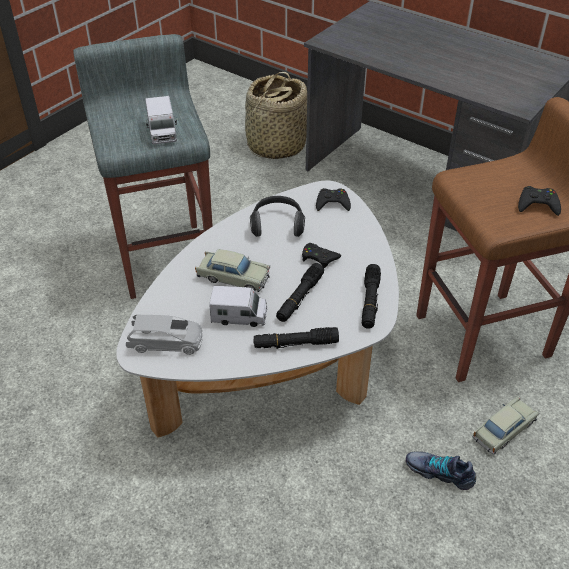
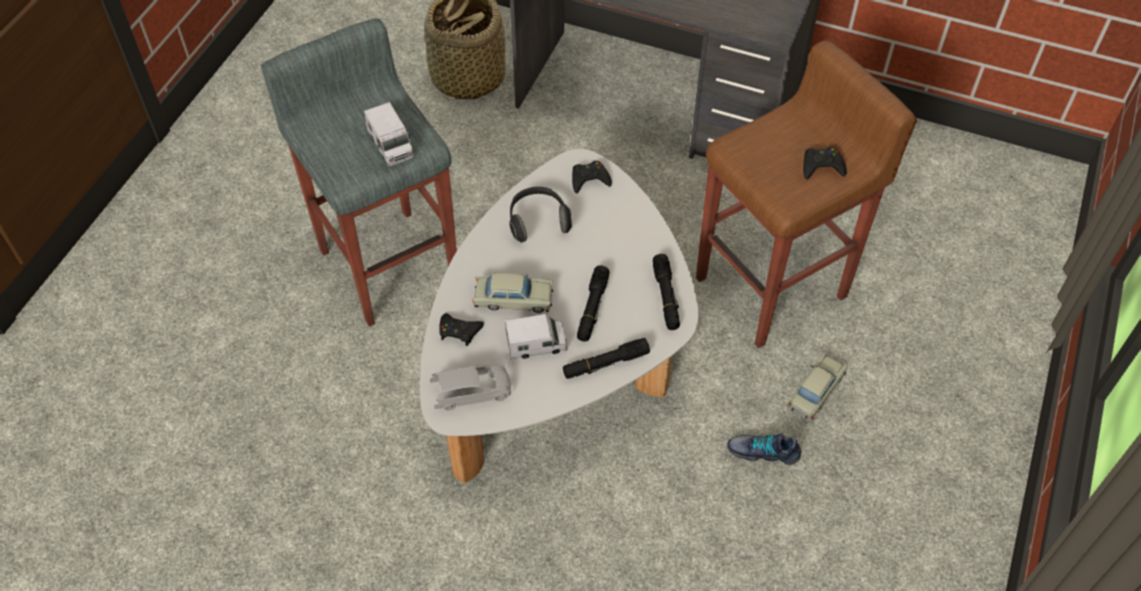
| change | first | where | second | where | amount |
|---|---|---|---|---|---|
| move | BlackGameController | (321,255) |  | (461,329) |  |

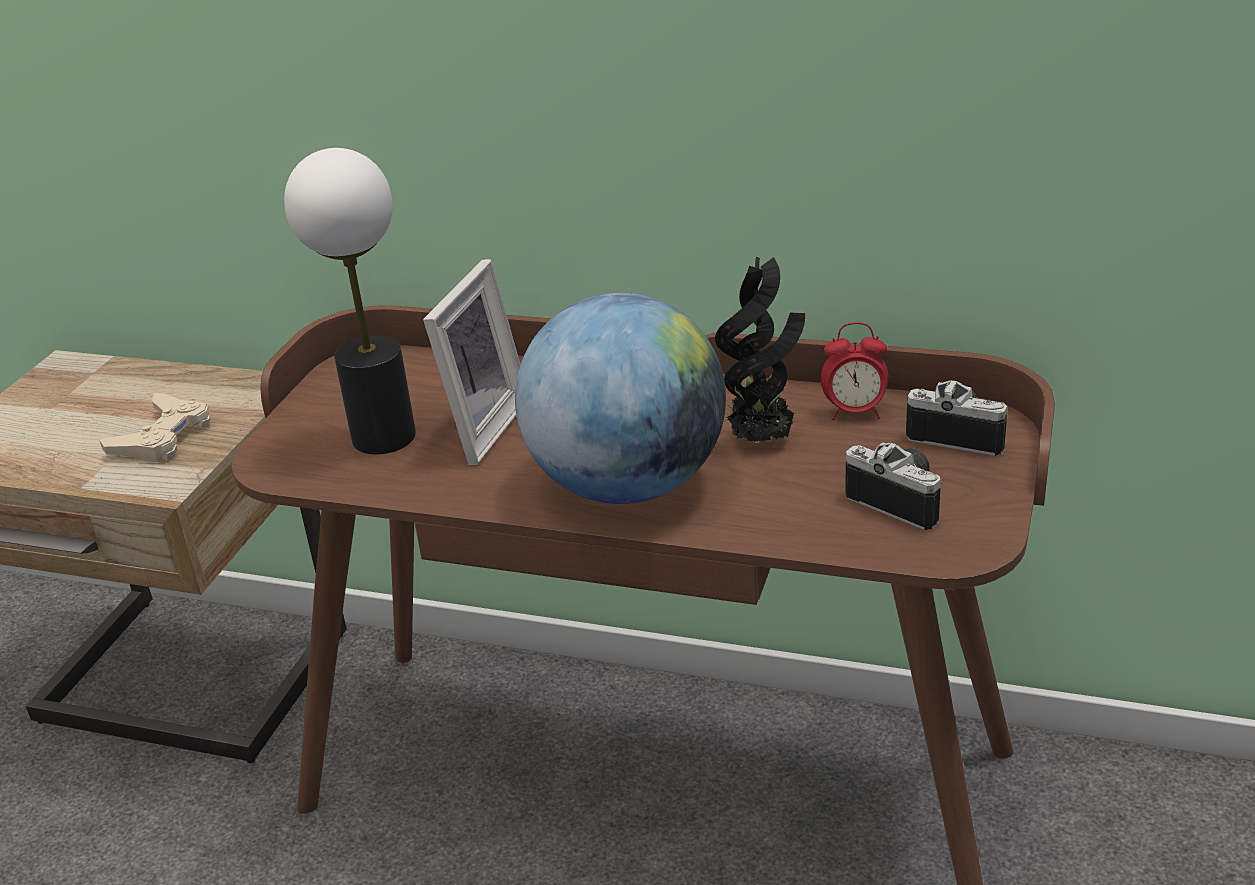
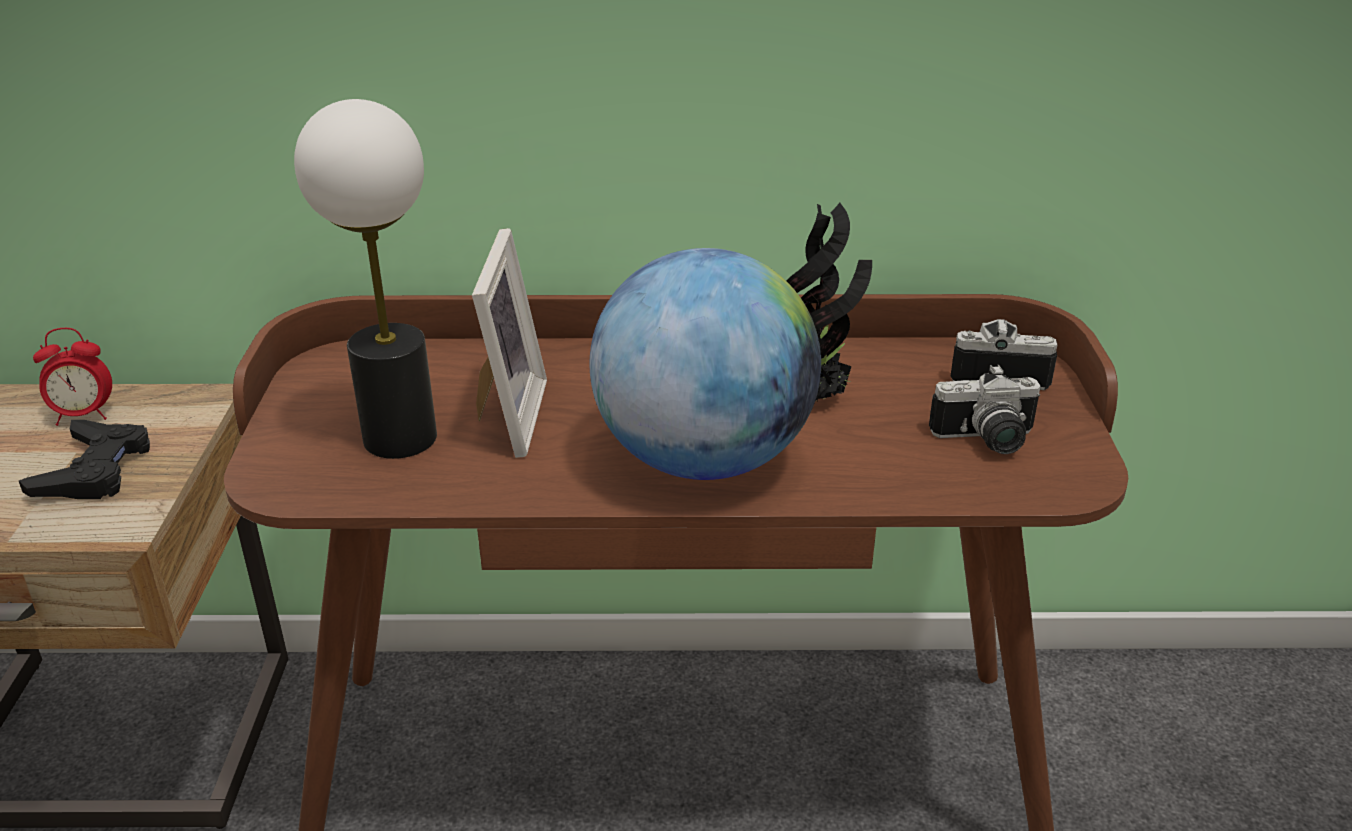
| change | first | where | second | where | amount |
|---|---|---|---|---|---|
| move | AlarmClock | (854,371) |  | (72,377) |  |
| recolor | BeigeGameController | (154,427) | BlackGameController | (84,459) |  |
| rotate | PhotoCamera | (893,486) |  | (985,409) | 150 degrees clockwise |

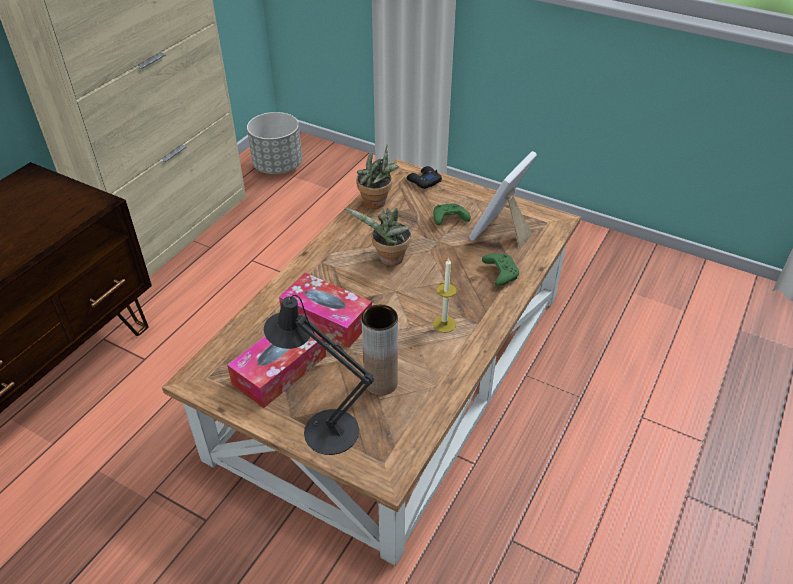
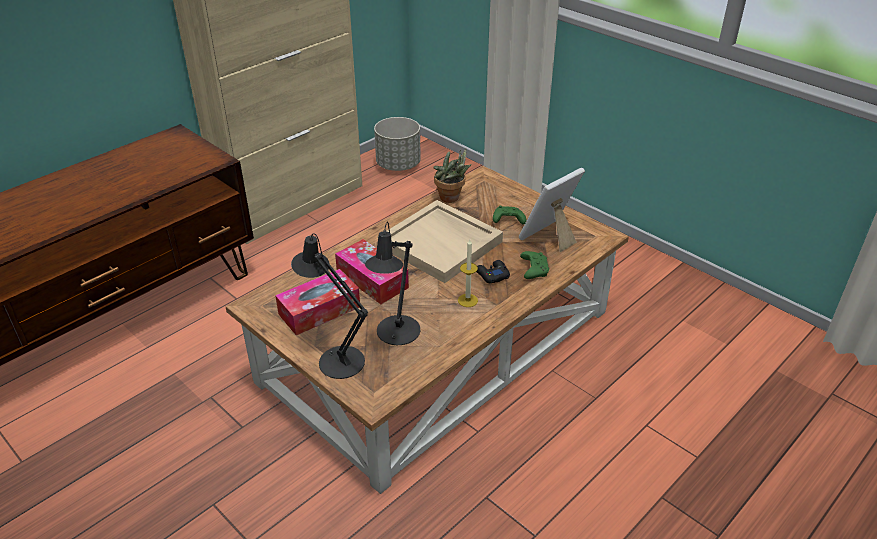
| change | first | where | second | where | amount |
|---|---|---|---|---|---|
| move | BlackGameController | (424,177) |  | (493,271) |  |
| replace | PottedPlant | (378,237) | BeigeTray | (444,241) |  |
| replace | BrownVase | (379,350) | BlackTableLamp | (392,283) |  |

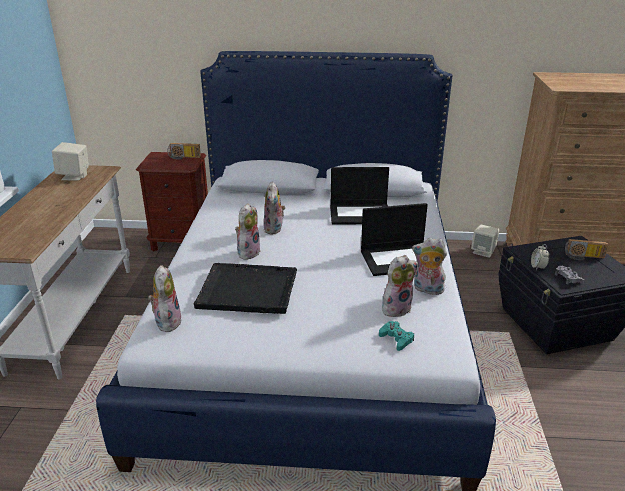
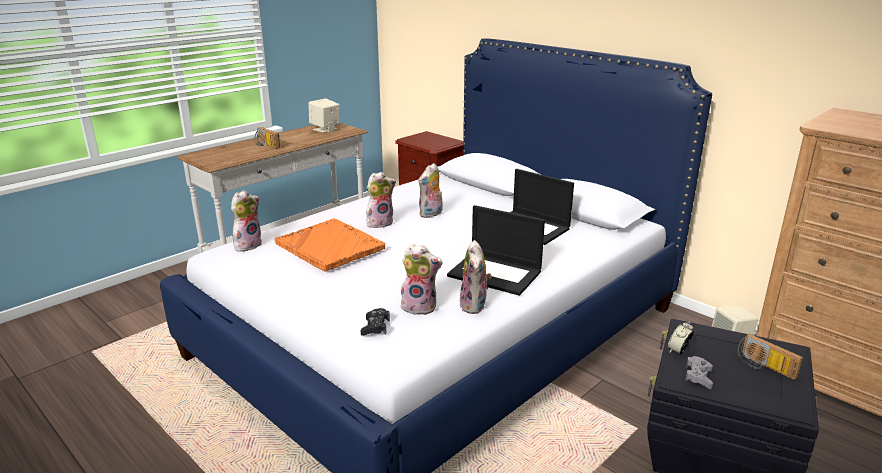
| change | first | where | second | where | amount |
|---|---|---|---|---|---|
| move | Radio | (184,151) |  | (267,138) |  |
| recolor | BlackTray | (245,288) | OrangeTray | (330,245) |  |
| recolor | TurquoiseGameController | (396,336) | BlackGameController | (375,322) |  |
| rotate | PlushToy | (429,266) |  | (475,277) | 150 degrees counterclockwise |

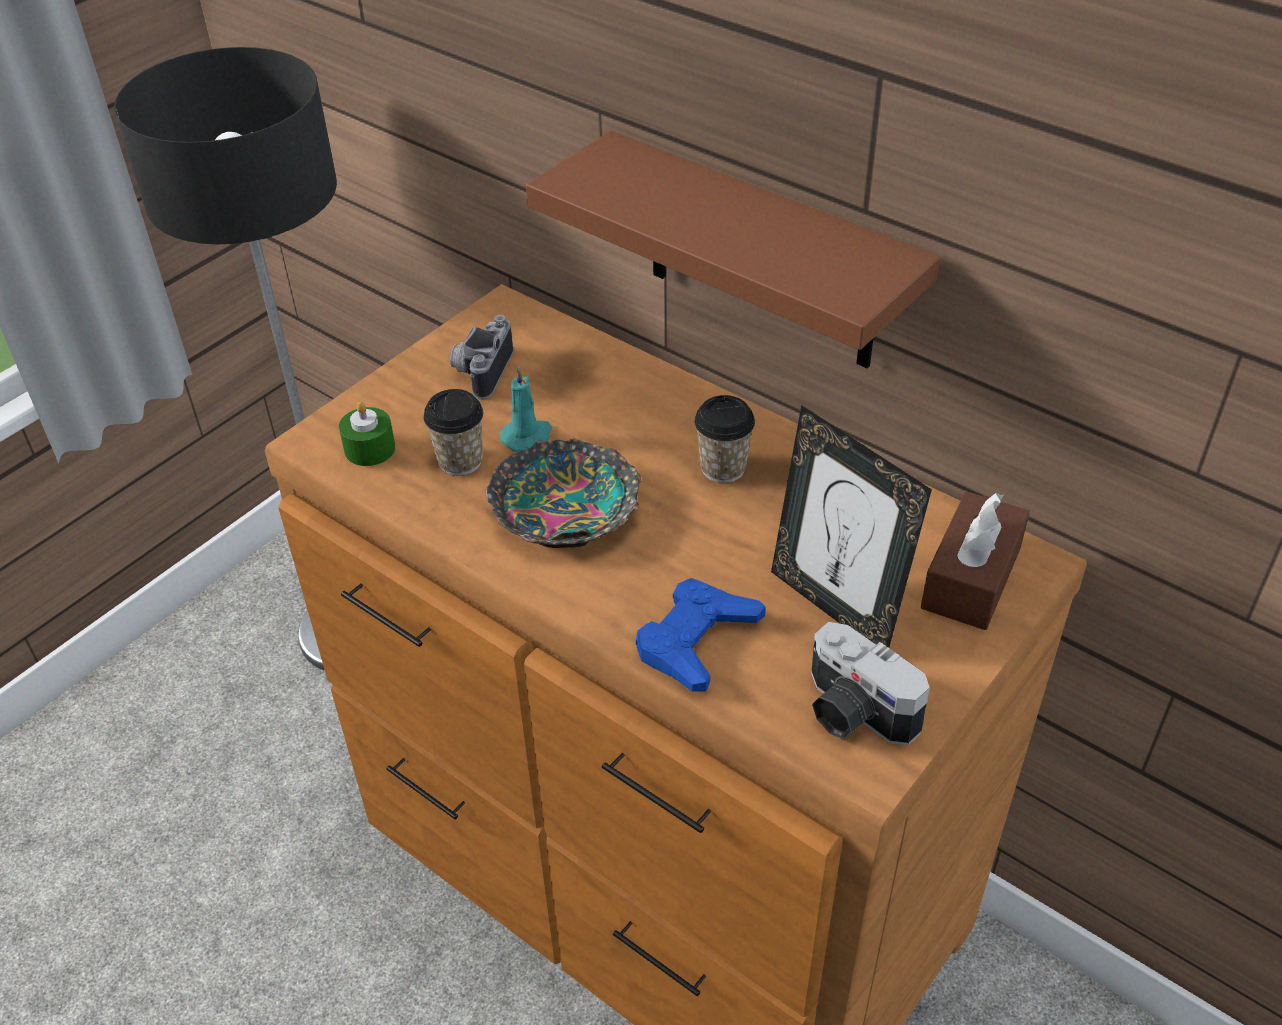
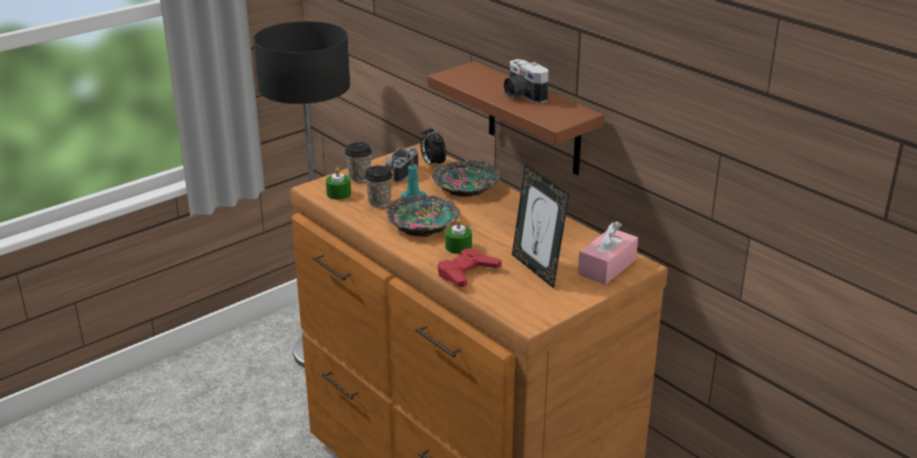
| change | first | where | second | where | amount |
|---|---|---|---|---|---|
| insert |  |  | AlarmClock | (433,146) |  |
| insert |  |  | Bowl | (465,178) |  |
| insert |  |  | GreenCandle | (458,236) |  |
| move | Cup | (724,439) |  | (358,162) |  |
| move | PhotoCamera | (870,684) |  | (525,81) |  |
| recolor | BlueGameController | (701,635) | RedGameController | (469,267) |  |
| recolor | BrownTissueBox | (975,560) | PinkTissueBox | (608,253) |  |

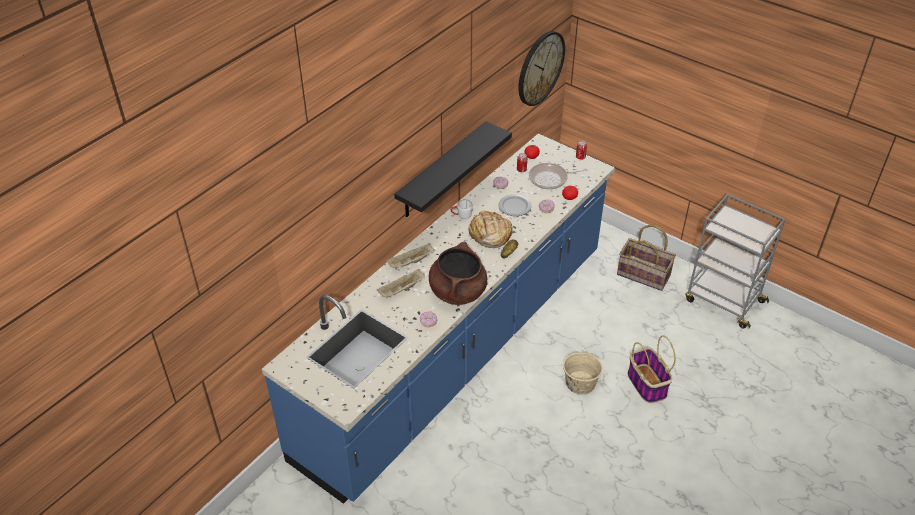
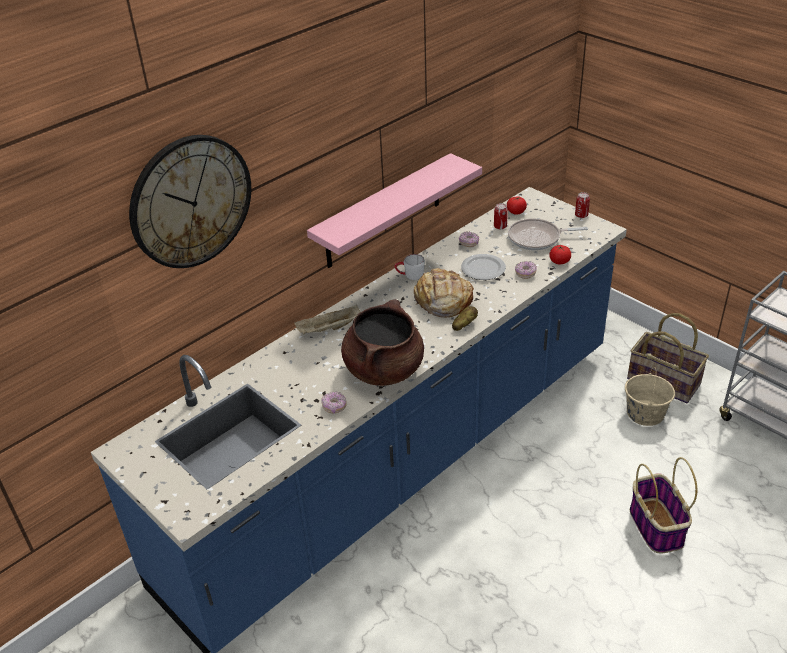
| change | first | where | second | where | amount |
|---|---|---|---|---|---|
| delete | BeigeTray | (401,283) |  |  |  |
| move | WallClock | (541,68) |  | (190,201) |  |
| move | BeigeBucket | (583,371) |  | (650,397) |  |
| recolor | BlackShelf | (453,169) | PinkShelf | (394,210) |  |

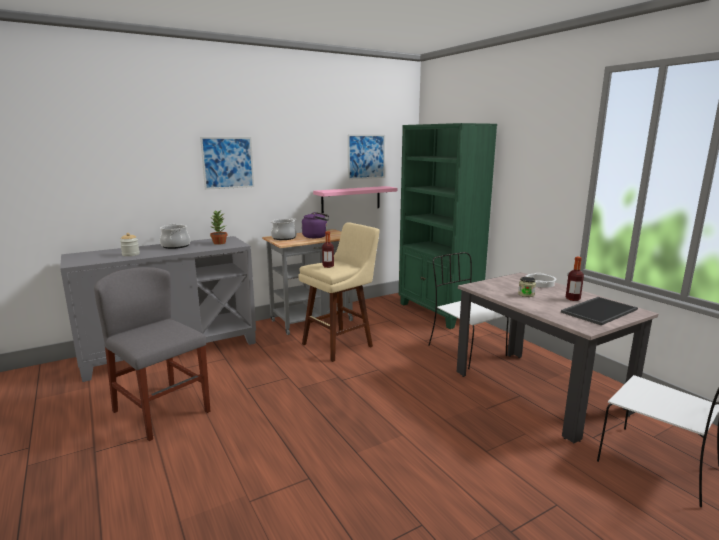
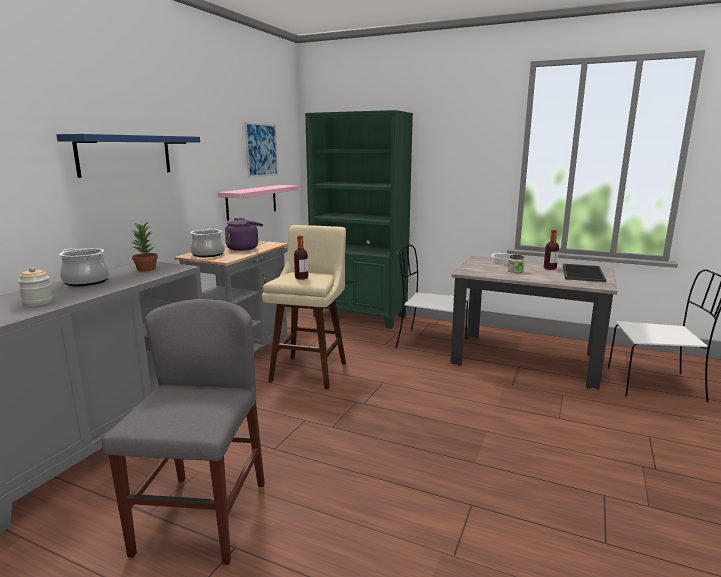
| change | first | where | second | where | amount |
|---|---|---|---|---|---|
| replace | Picture | (227,163) | BlueShelf | (128,156) |  |
| rotate | GreyChair | (152,354) |  | (183,432) | 90 degrees clockwise |

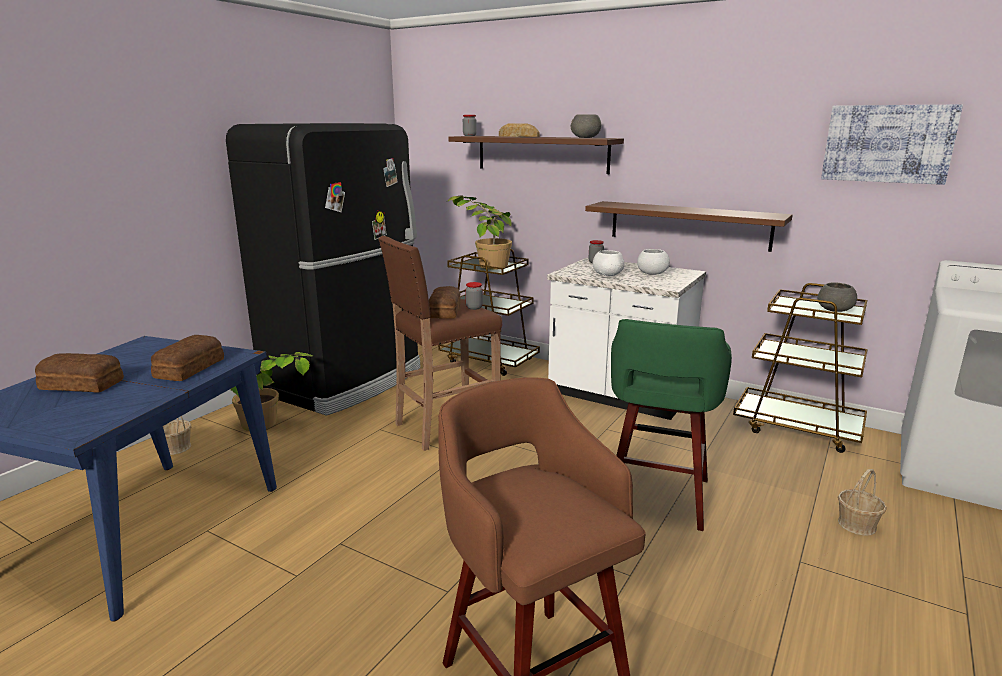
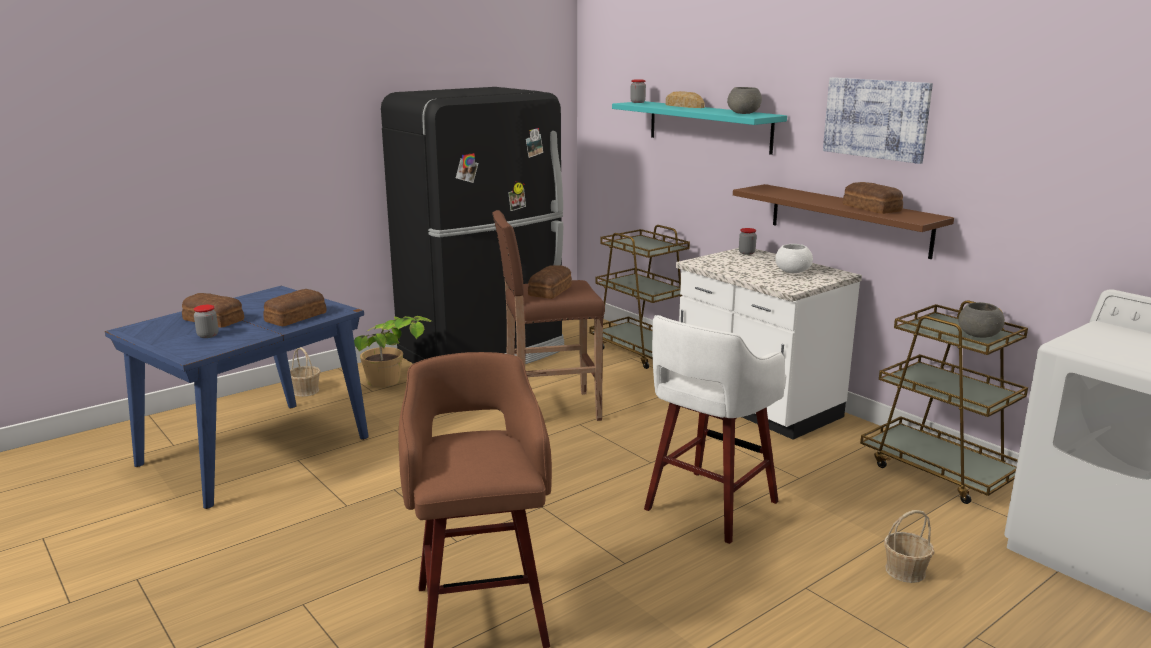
| change | first | where | second | where | amount |
|---|---|---|---|---|---|
| delete | PottedPlant | (480,232) |  |  |  |
| delete | WhiteBowl | (608,263) |  |  |  |
| insert |  |  | Bread | (873,198) |  |
| move | Jar | (474,296) |  | (206,321) |  |
| move | Picture | (892,145) |  | (878,120) |  |
| recolor | BrownShelf | (536,155) | TurquoiseShelf | (699,128) |  |
| recolor | GreenStool | (671,425) | WhiteStool | (715,429) |  |

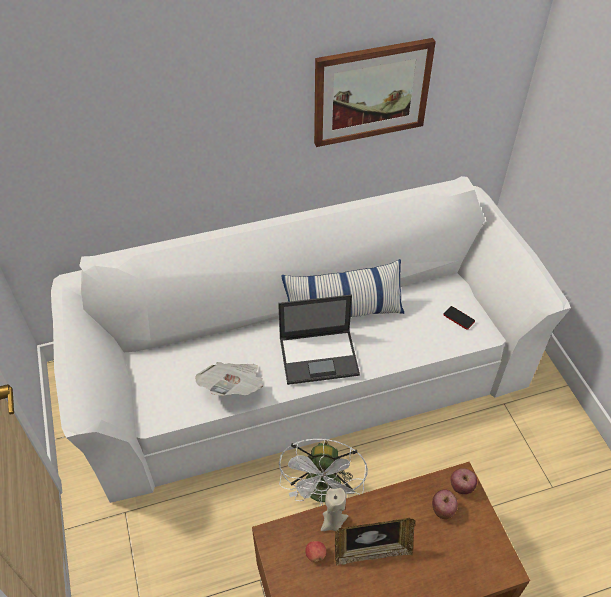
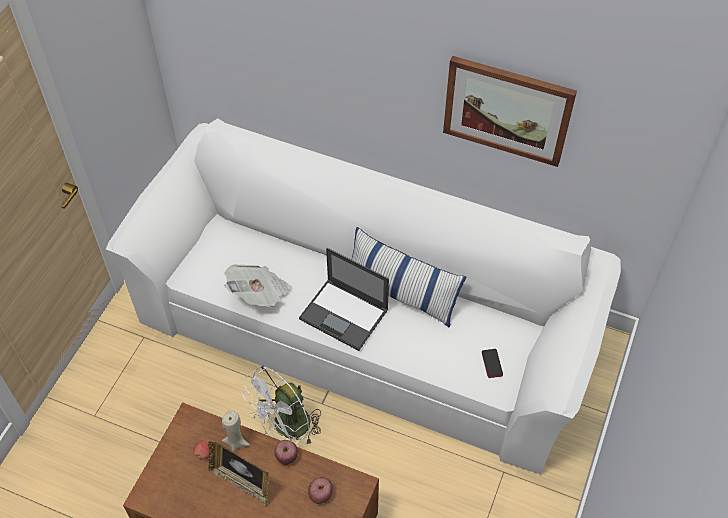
| change | first | where | second | where | amount |
|---|---|---|---|---|---|
| move | Apple | (463,481) |  | (286,452) |  |

